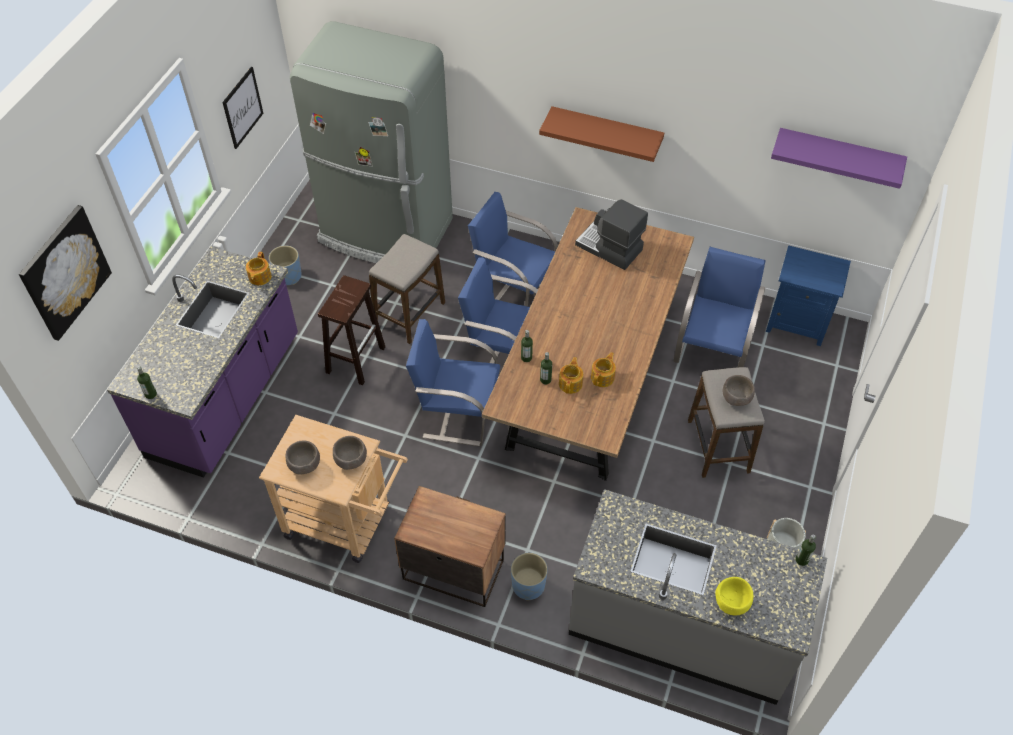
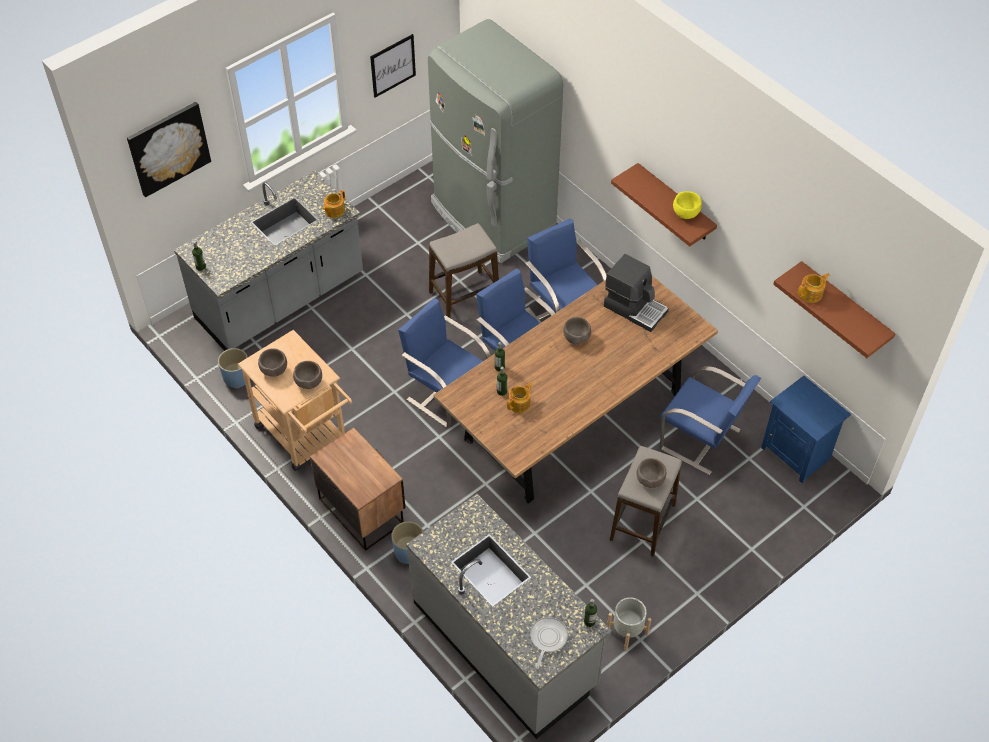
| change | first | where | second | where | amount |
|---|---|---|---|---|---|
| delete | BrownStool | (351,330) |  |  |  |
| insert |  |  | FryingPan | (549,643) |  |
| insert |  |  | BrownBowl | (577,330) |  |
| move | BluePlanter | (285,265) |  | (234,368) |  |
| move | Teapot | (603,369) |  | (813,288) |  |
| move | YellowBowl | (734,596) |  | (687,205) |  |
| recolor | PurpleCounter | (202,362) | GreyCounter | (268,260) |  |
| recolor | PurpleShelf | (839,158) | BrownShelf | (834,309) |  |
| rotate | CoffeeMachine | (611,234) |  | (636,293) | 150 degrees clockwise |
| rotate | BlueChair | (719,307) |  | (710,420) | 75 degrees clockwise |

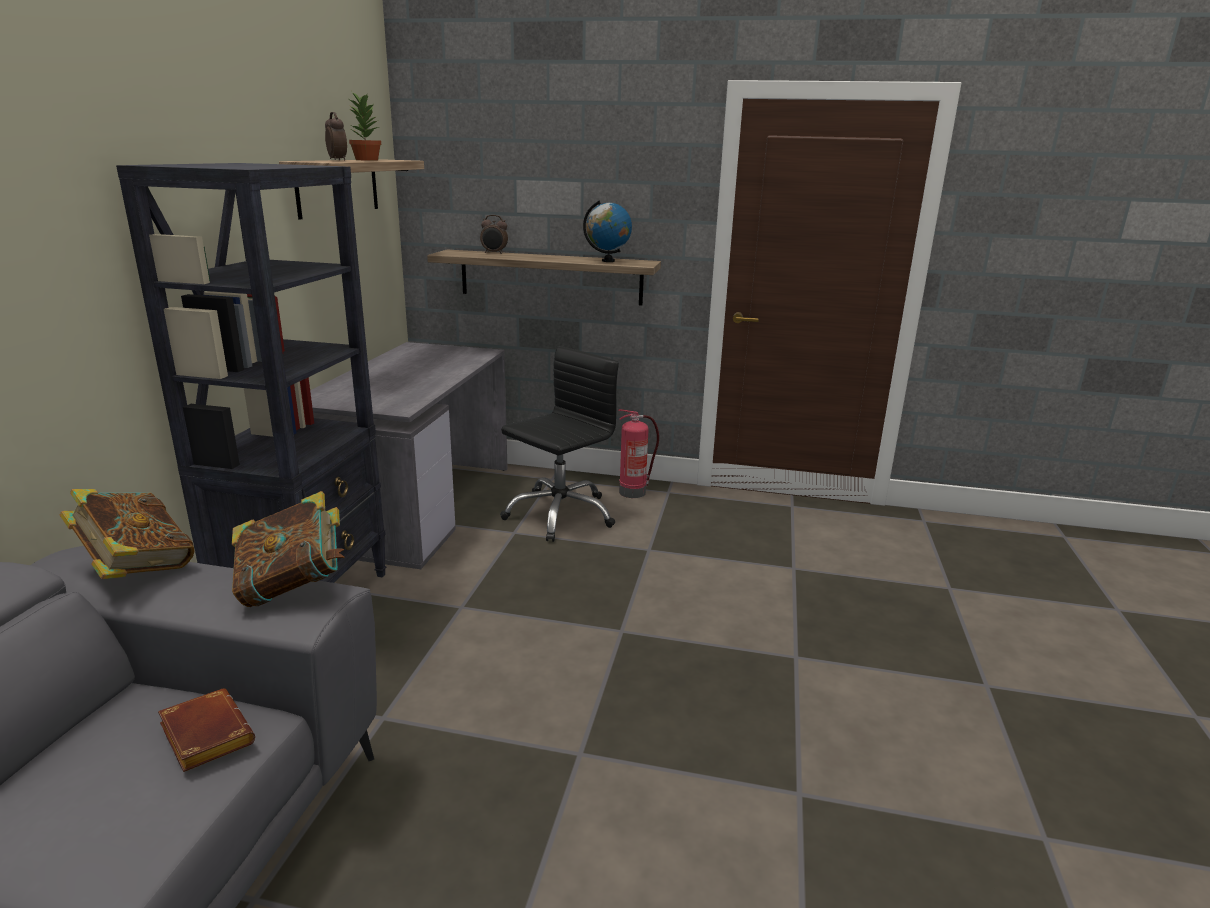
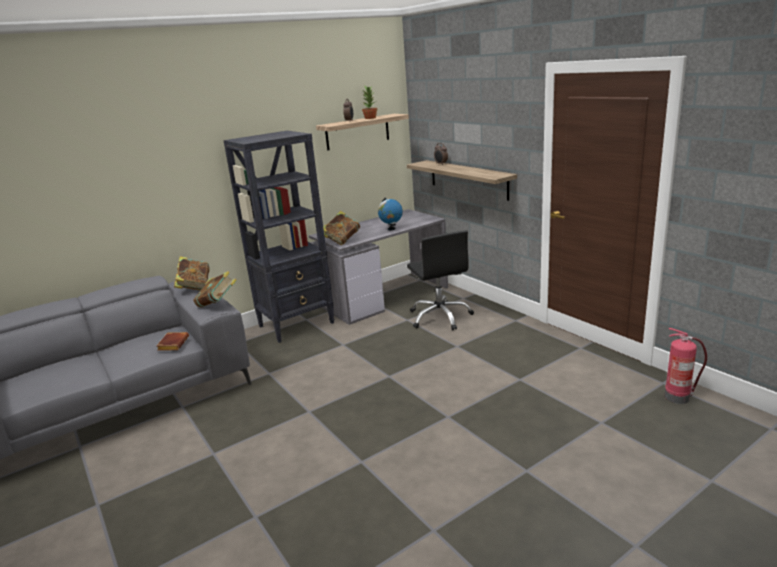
| change | first | where | second | where | amount |
|---|---|---|---|---|---|
| insert |  |  | Book | (341,228) |  |
| move | Globe | (607,231) |  | (390,214) |  |
| move | FireExtinguisher | (638,453) |  | (686,366) |  |
| rotate | BlackOfficeChair | (559,444) |  | (440,280) | 75 degrees clockwise |

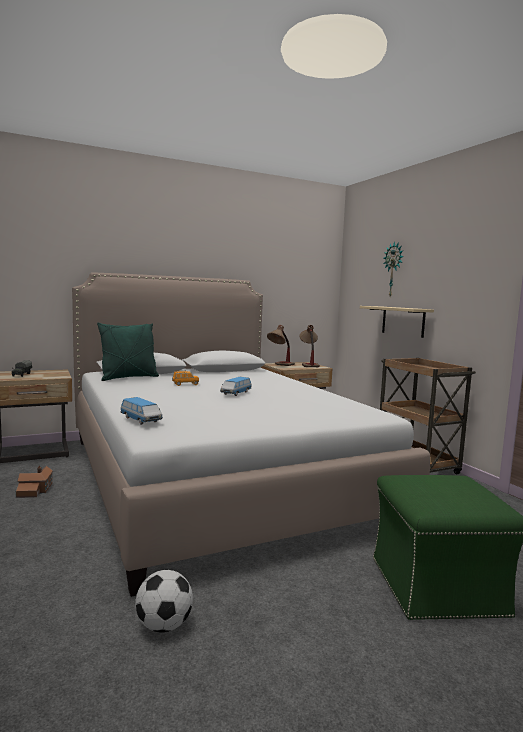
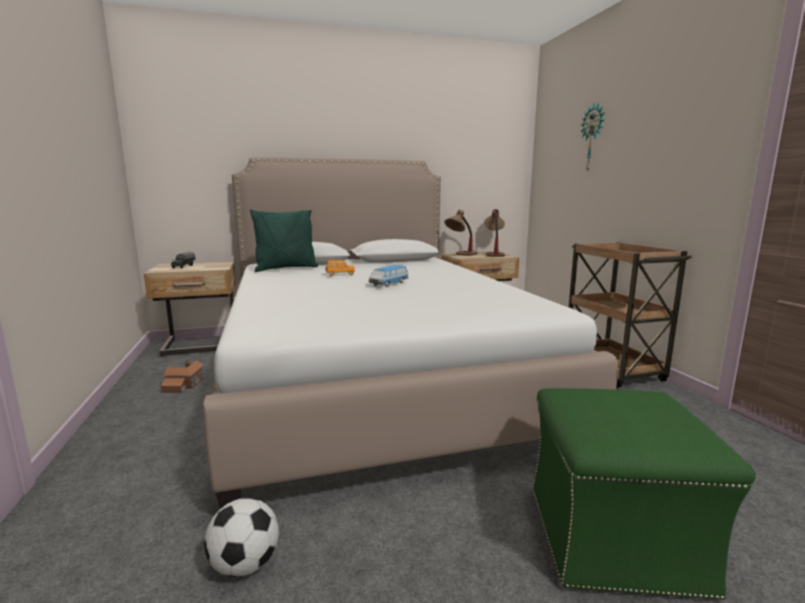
| change | first | where | second | where | amount |
|---|---|---|---|---|---|
| delete | ToyCar | (141,411) |  |  |  |
| delete | BeigeShelf | (397,322) |  |  |  |

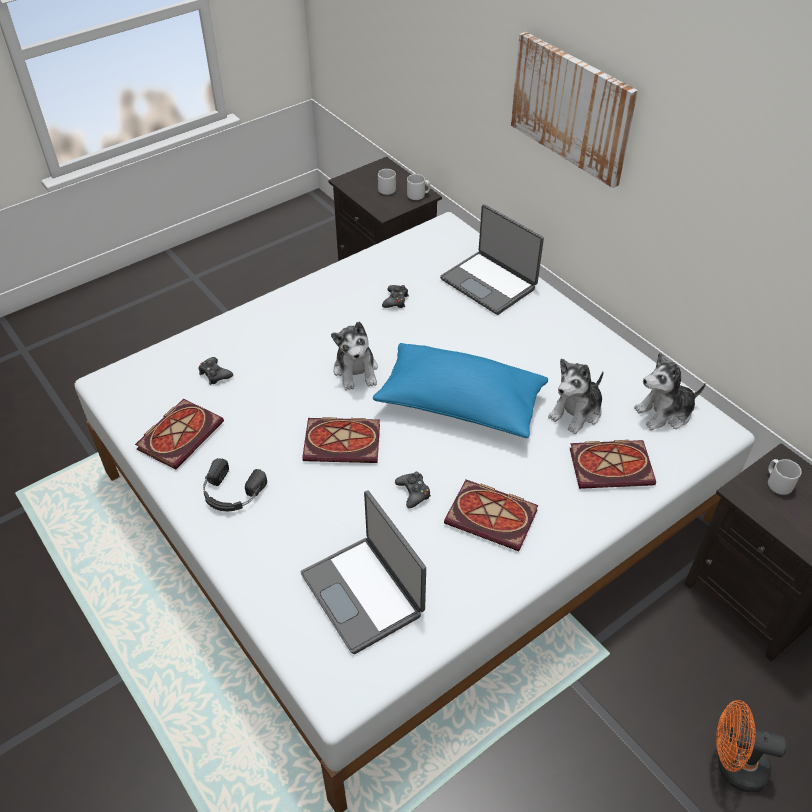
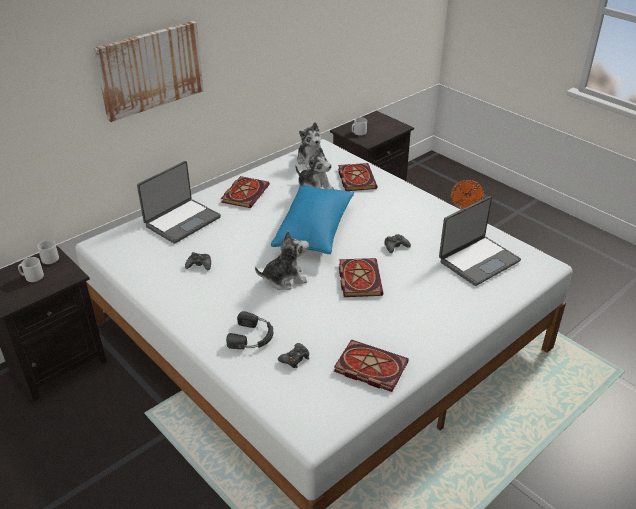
| change | first | where | second | where | amount |
|---|---|---|---|---|---|
| move | BlackHeadphones | (235,484) |  | (249,330) |  |
| move | Book | (491,515) |  | (245,192) |  |

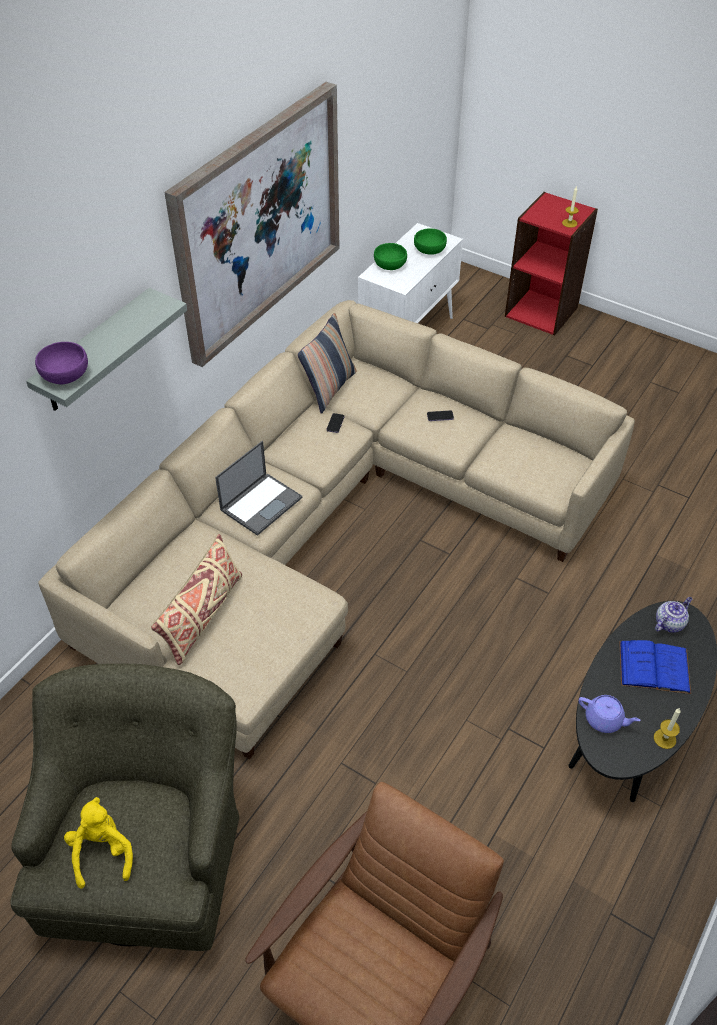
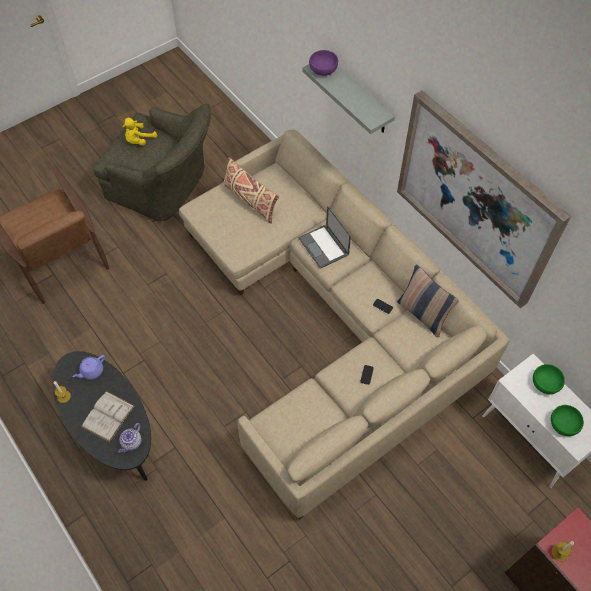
| change | first | where | second | where | amount |
|---|---|---|---|---|---|
| recolor | BlueBook | (655,667) | WhiteBook | (108,417) |  |
| rotate | YellowPlushToy | (98,843) |  | (139,132) | 120 degrees clockwise |
| rotate | Teapot | (673,615) |  | (130,438) | 45 degrees clockwise |

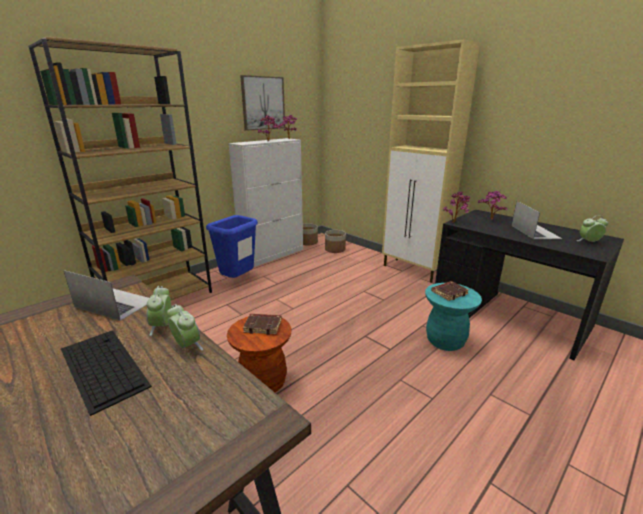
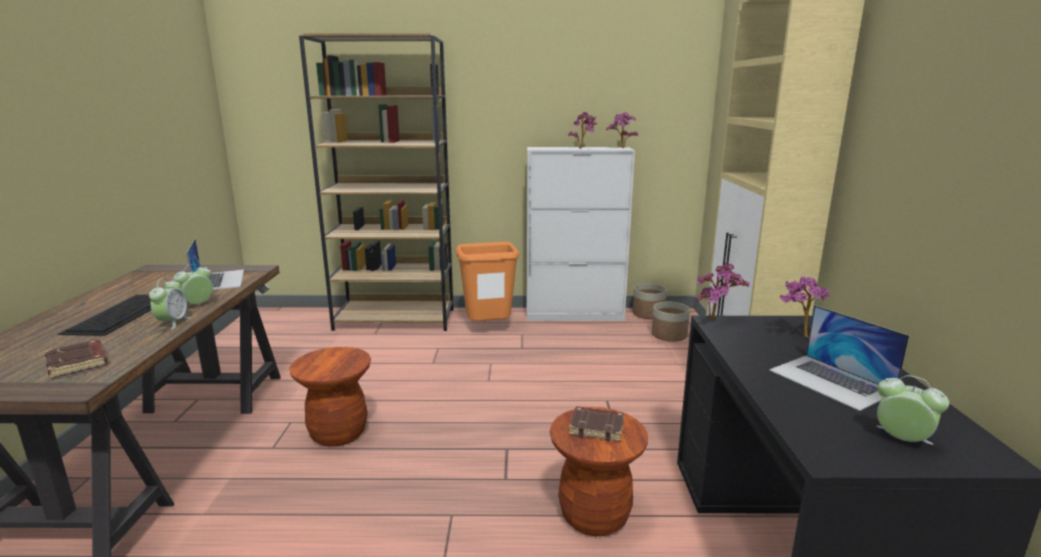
| change | first | where | second | where | amount |
|---|---|---|---|---|---|
| delete | Picture | (262,103) |  |  |  |
| move | BrownBook | (262,324) |  | (76,359) |  |
| recolor | BlueTrashCan | (232,246) | OrangeTrashCan | (487,281) |  |
| recolor | TurquoiseStool | (453,317) | BrownStool | (599,471) |  |
| rotate | Laptop | (536,220) |  | (839,358) | 105 degrees clockwise |

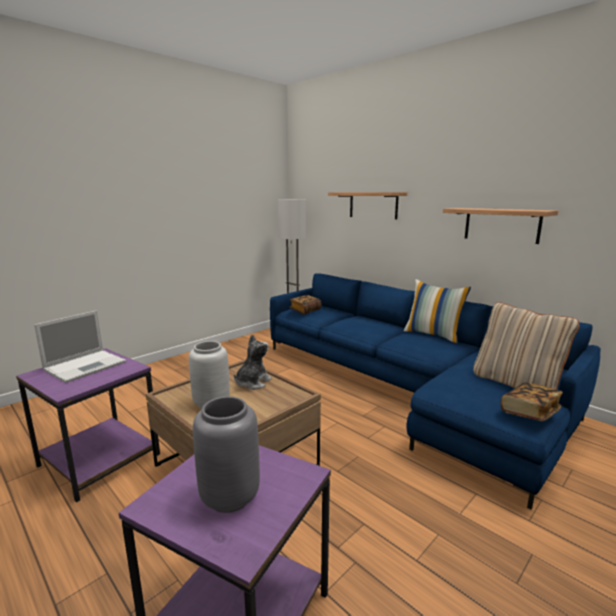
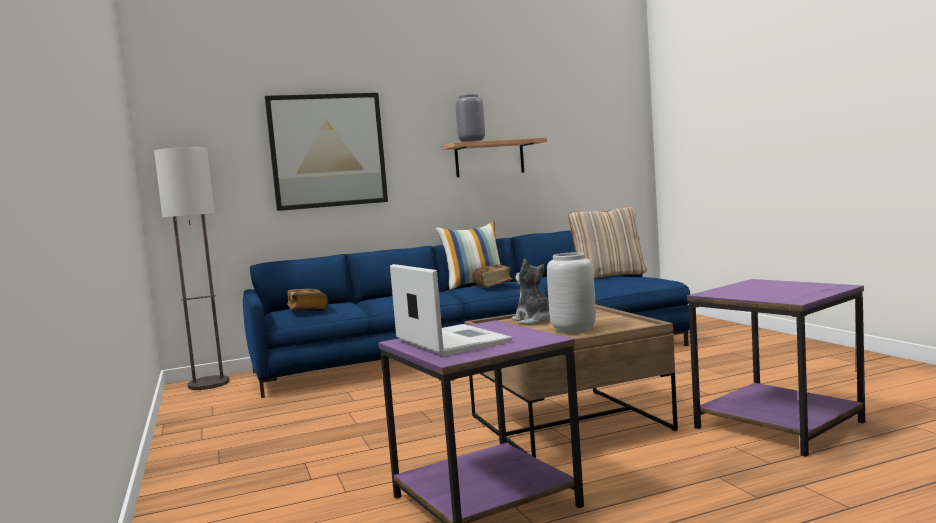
| change | first | where | second | where | amount |
|---|---|---|---|---|---|
| move | GreyVase | (226,454) |  | (470,118) |  |
| move | Book | (532,401) |  | (492,276) |  |
| replace | Shelf | (367,205) | Picture | (326,152) |  |

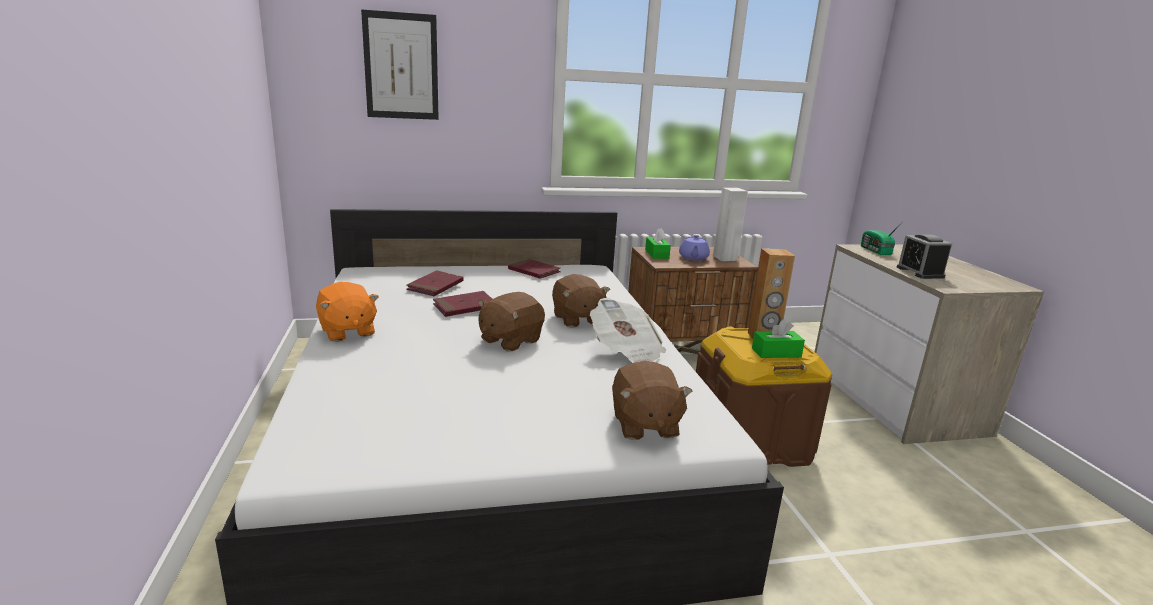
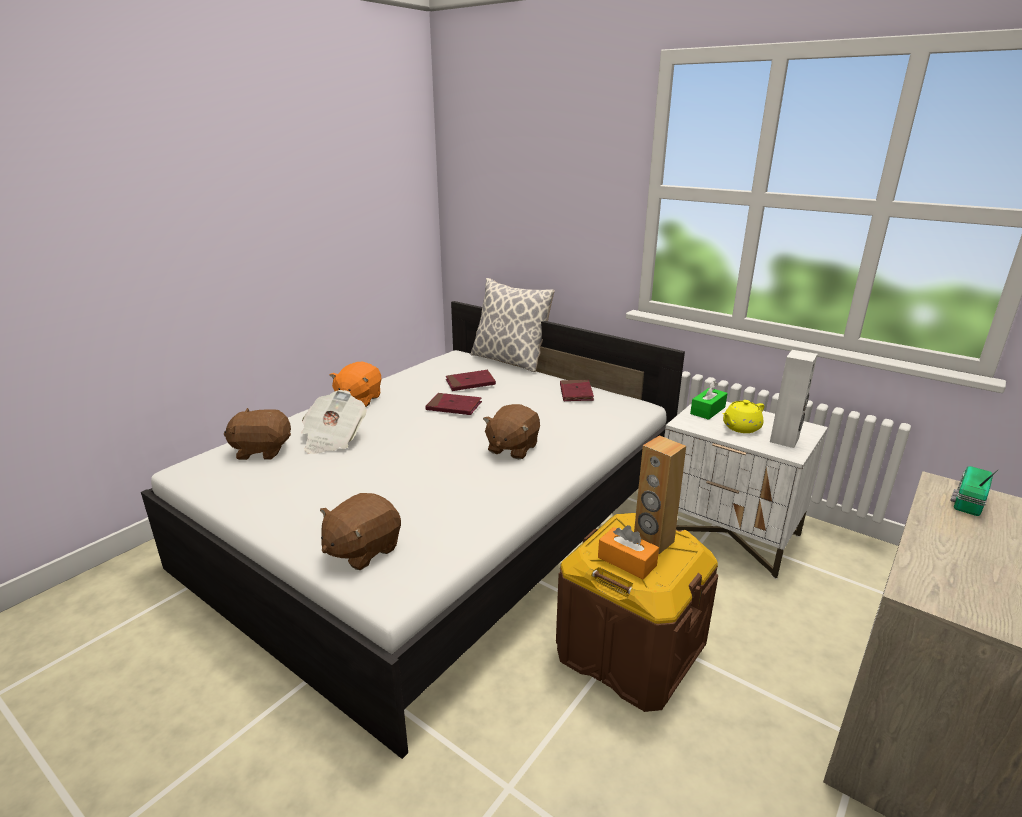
| change | first | where | second | where | amount |
|---|---|---|---|---|---|
| delete | Picture | (400,64) |  |  |  |
| delete | AlarmClock | (924,257) |  |  |  |
| insert |  |  | Pillow | (512,325) |  |
| move | BrownPlushToy | (511,322) |  | (257,434) |  |
| move | Newspaper | (628,330) |  | (333,422) |  |
| recolor | BrownNightstand | (693,300) | WhiteNightstand | (746,490) |  |
| recolor | PurpleTeapot | (694,248) | YellowTeapot | (743,416) |  |
| recolor | GreenTissueBox | (778,338) | OrangeTissueBox | (628,552) |  |

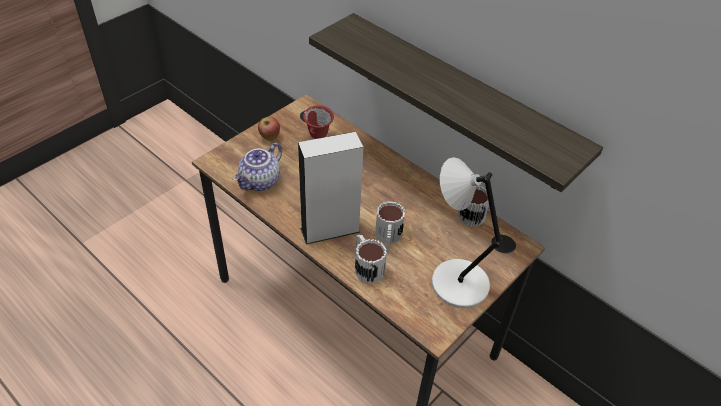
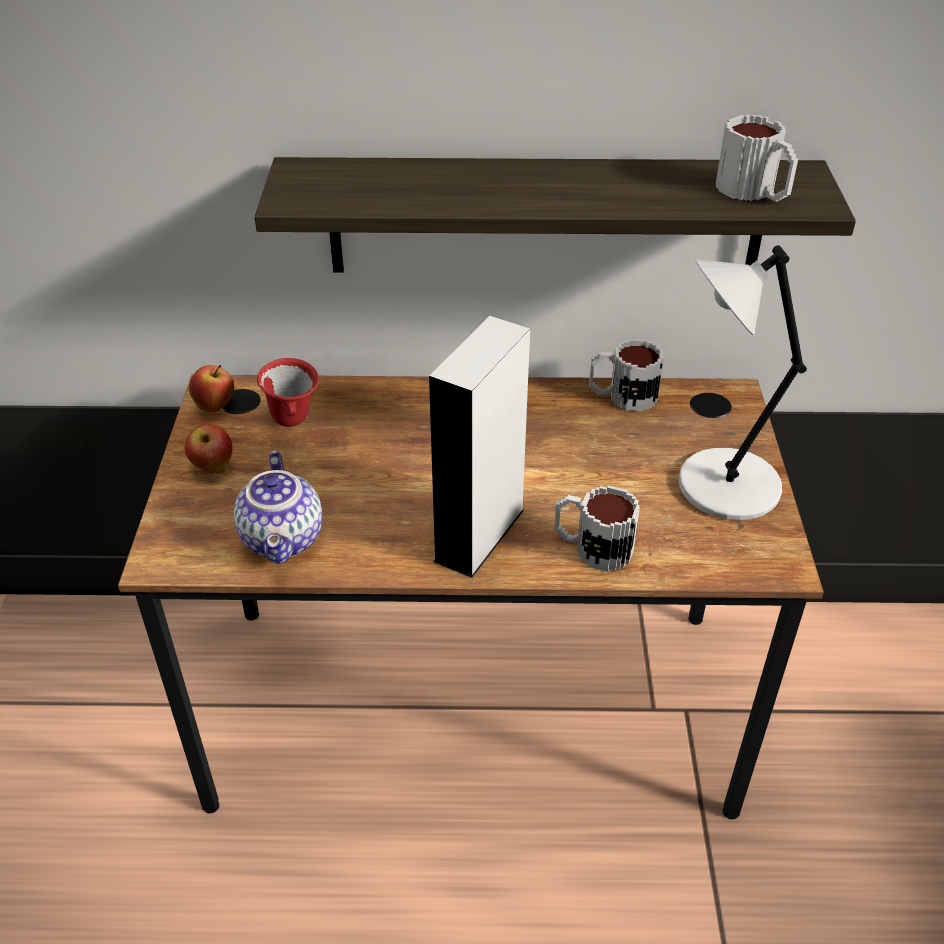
| change | first | where | second | where | amount |
|---|---|---|---|---|---|
| insert |  |  | Apple | (211,389) |  |
| move | Mug | (390,225) |  | (757,158) |  |

